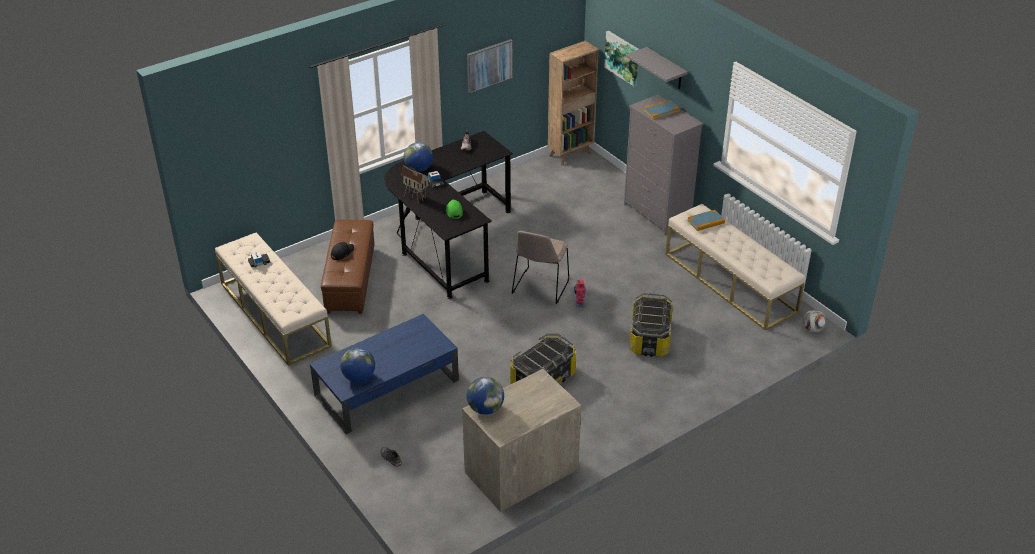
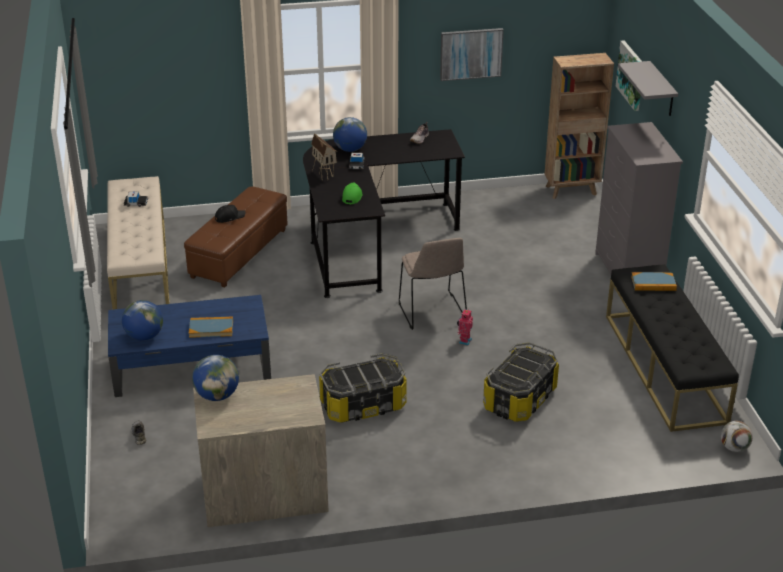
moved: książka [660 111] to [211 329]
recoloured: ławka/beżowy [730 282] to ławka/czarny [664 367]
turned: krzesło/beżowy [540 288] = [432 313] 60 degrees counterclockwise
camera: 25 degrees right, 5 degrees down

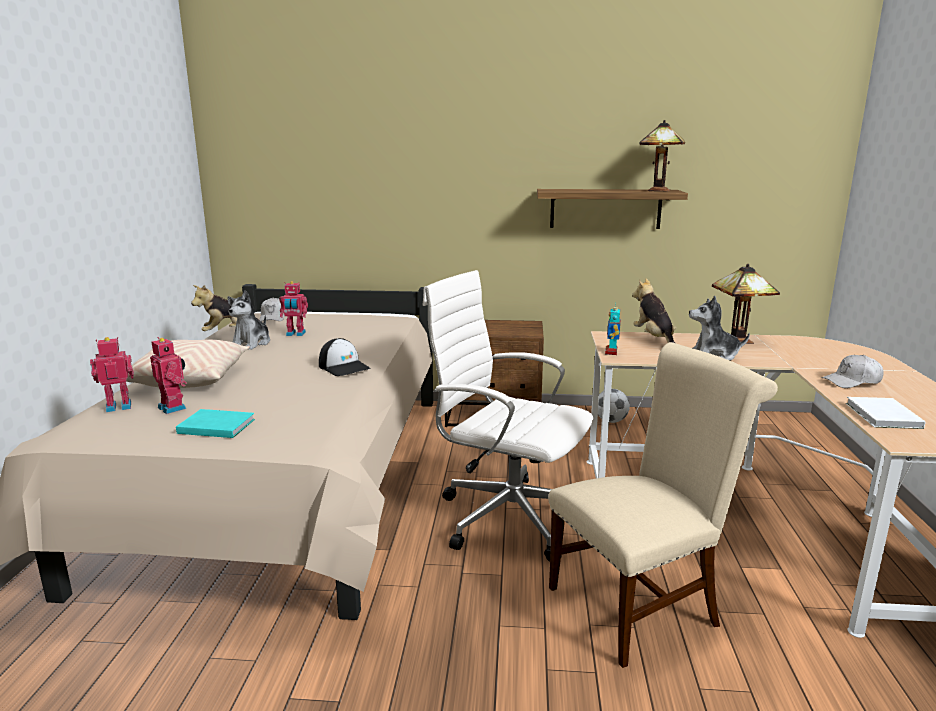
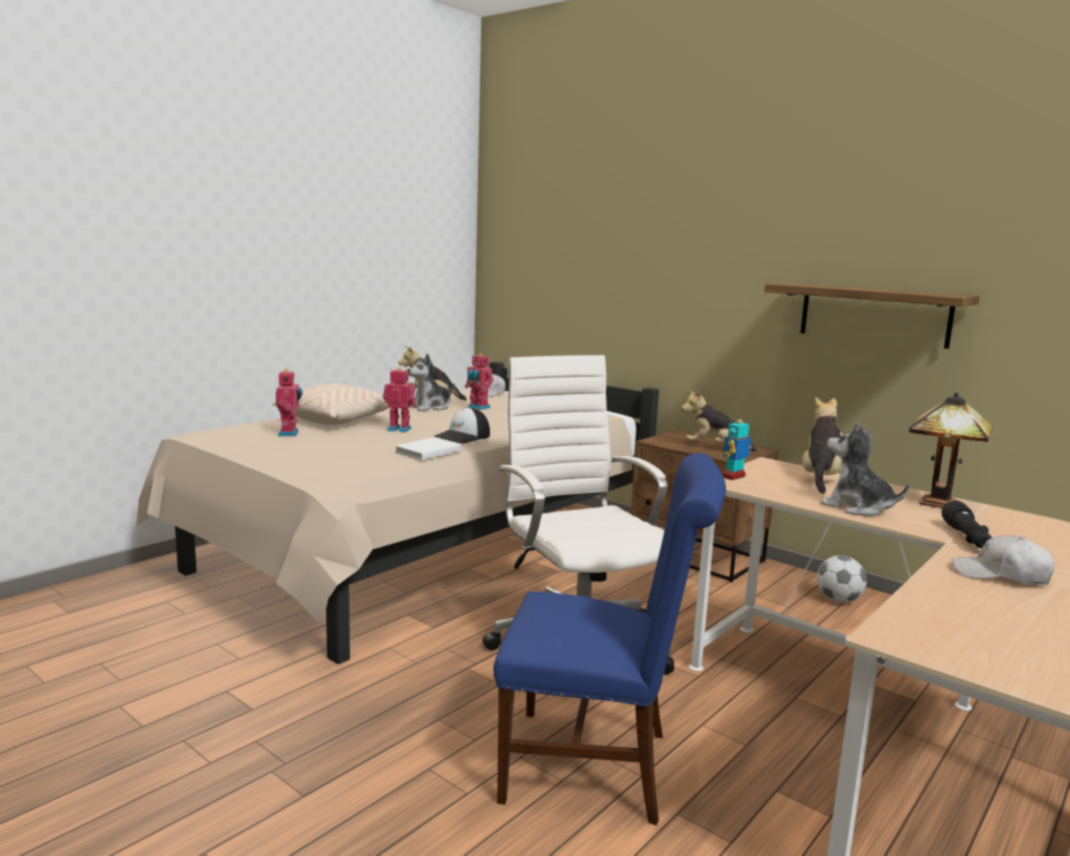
removed: książka/turkusowy [215 426]; lampa stołowa [659 191]
added: pluszak [715 448]; latarka/czarny [966 538]
moved: robot zabawkowy [119 406] to [400 429]; książka/biały [882 416] to [426 451]
recoloured: krzesło/beżowy [640 603] to krzesło/niebieski [599 766]
turned: czapka z daszkiem [344 367] = [463 437] 45 degrees clockwise
camera: 35 degrees right, 5 degrees down

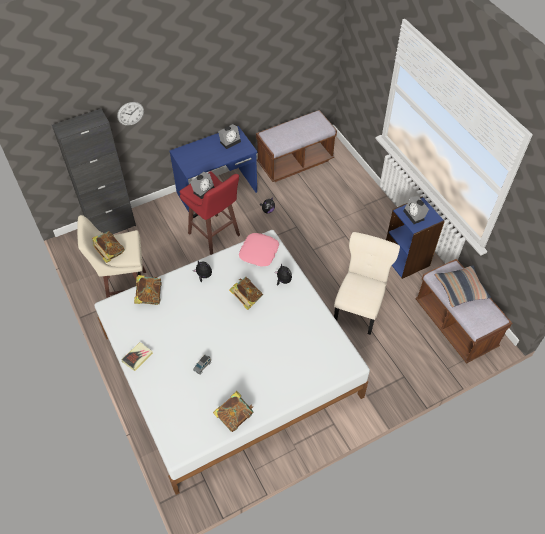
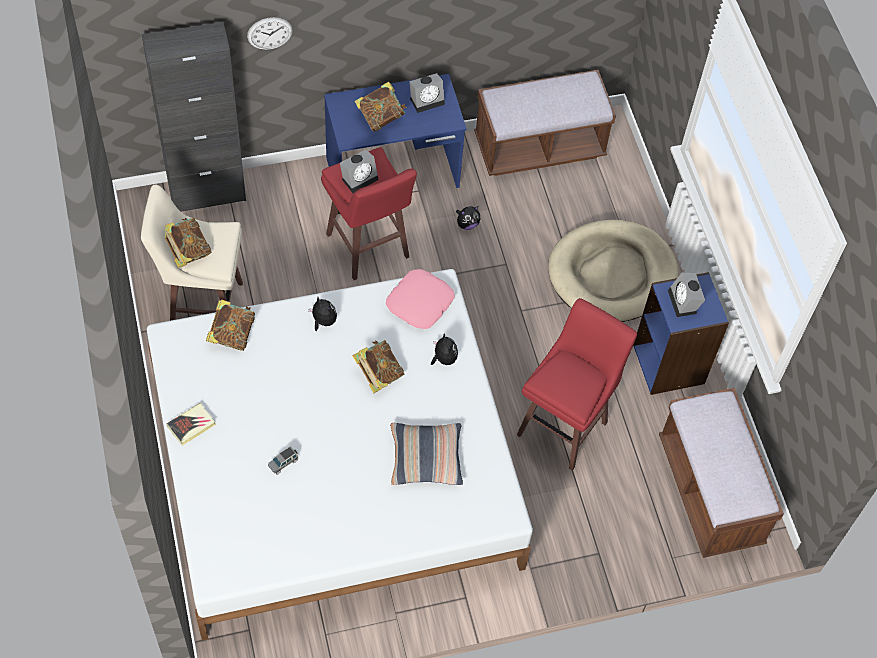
added: legowisko/beżowy [612 274]
moved: książka [234 416] to [380 117]; poduszka [460 289] to [426 458]
replaced: krzesło/beżowy [359 308] to stołek/czerwony [564 427]
camera: 10 degrees right, 5 degrees up

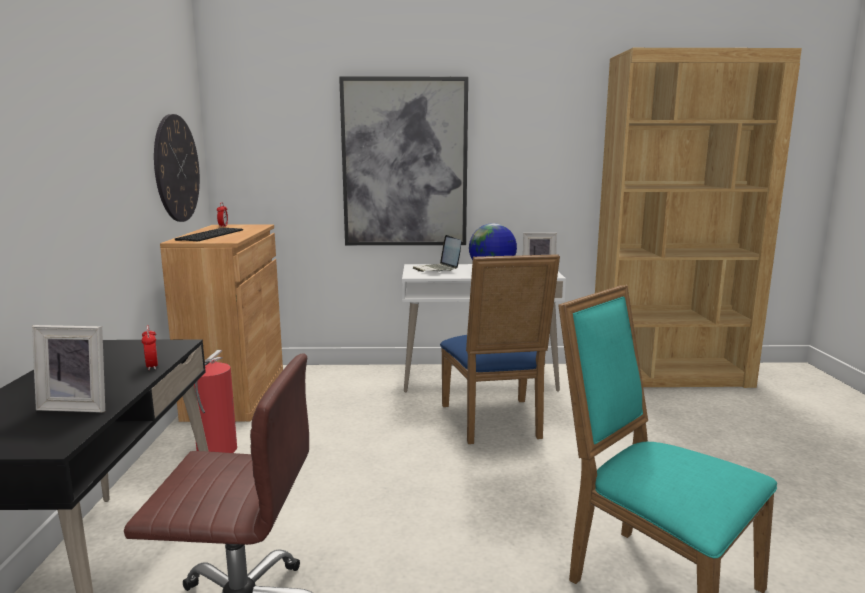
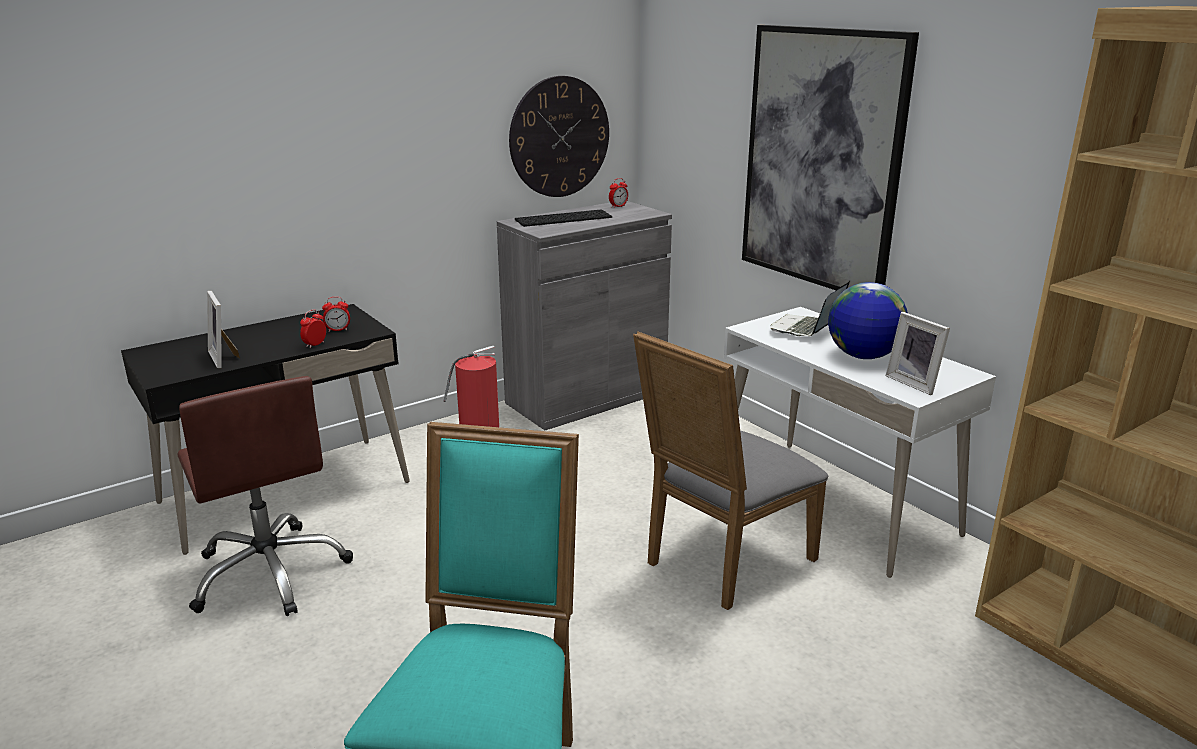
added: budzik [338 330]
recoloured: szafka/brązowy [236 393] to szafka/szary [586 397]; krzesło/niebieski [495 423] to krzesło/szary [721 562]
camera: 55 degrees right, 10 degrees up

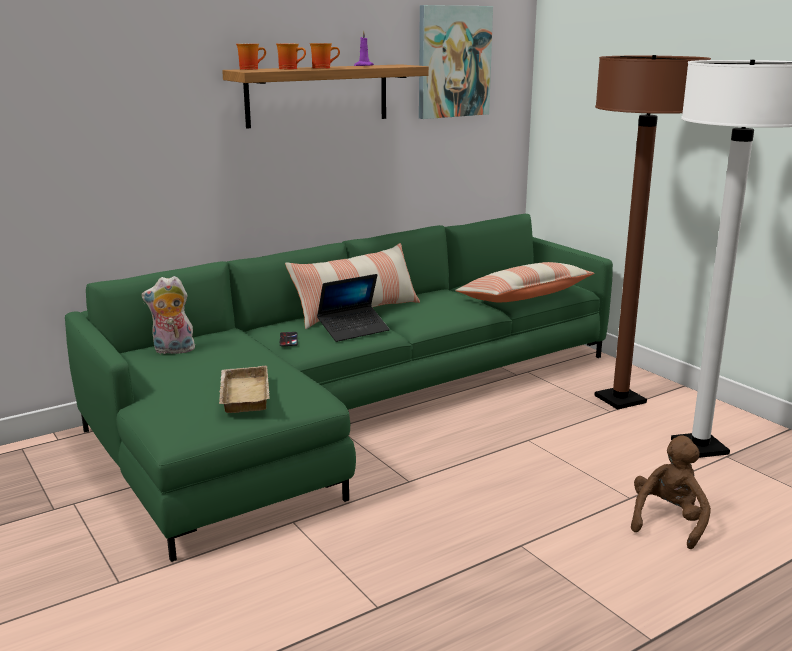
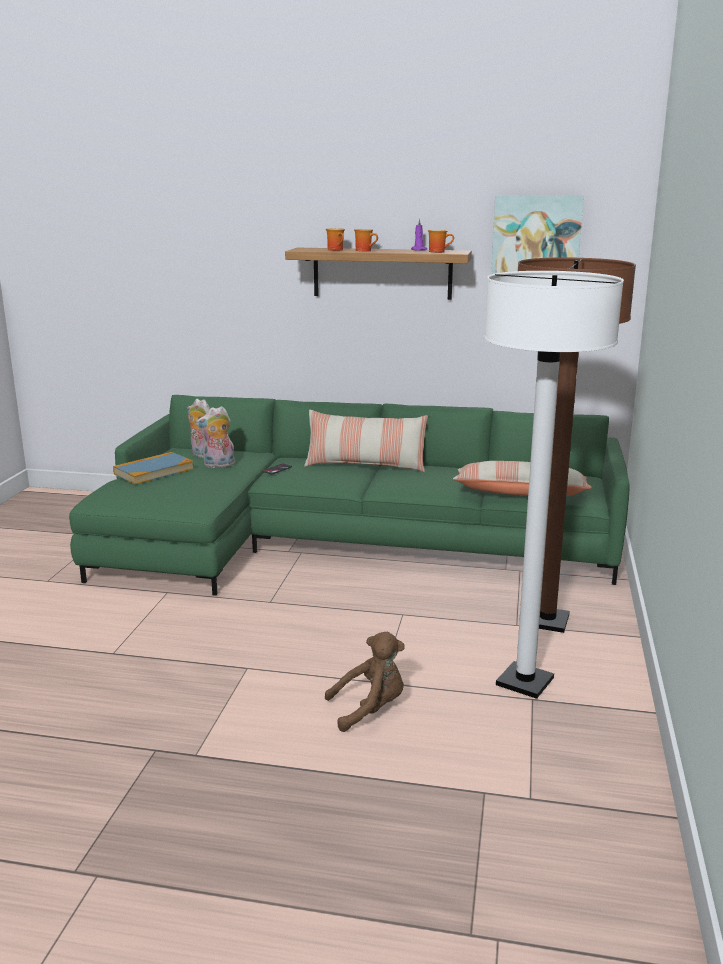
removed: taca/beżowy [242 394]; laptop [353 330]
added: książka [154 471]; pluszak [218 465]
moved: kubek [250 69] to [439 252]
camera: 45 degrees right, 0 degrees up

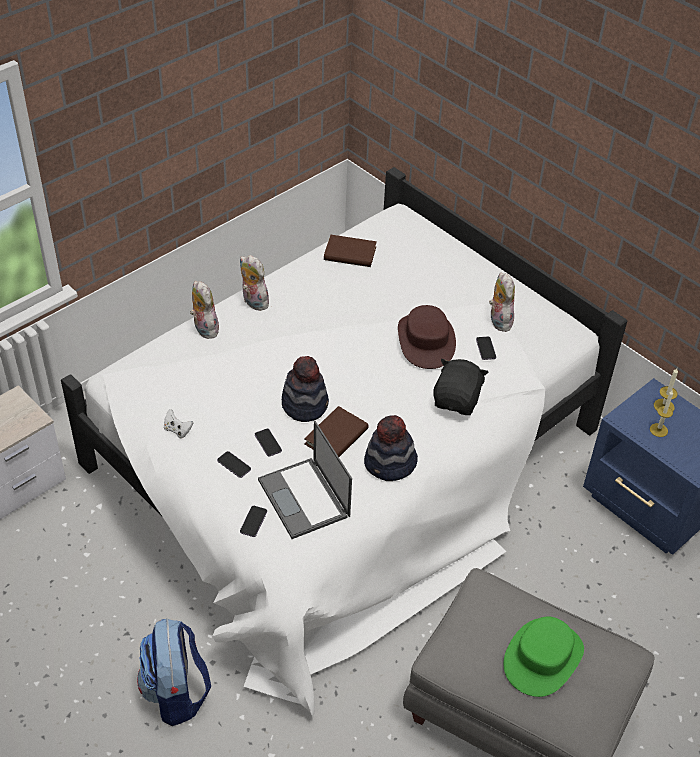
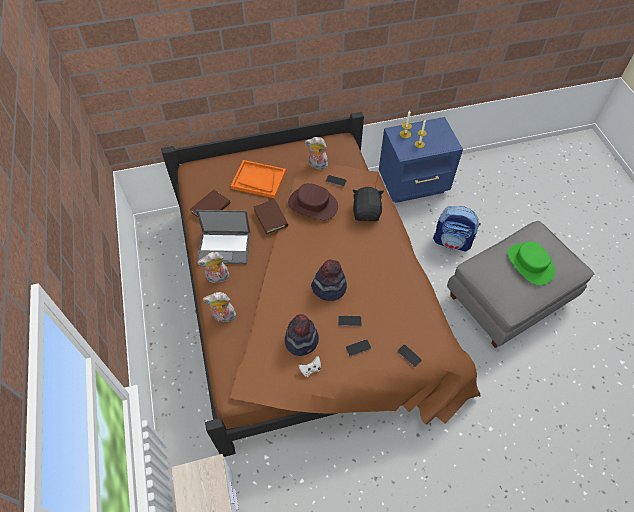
added: taca/pomarańczowy [258 180]
moved: plecak [176 693] to [452 241]; laptop [304 499] to [225 247]; książka/brązowy [336 437] to [271 218]; kapelusz [390 464] to [302 340]
recoloured: łóżko/biały [344 462] to łóżko/brązowy [310 300]
turned: pluszak/czarny [457 400] = [366 212] 45 degrees clockwise
camera: 60 degrees left, 10 degrees up

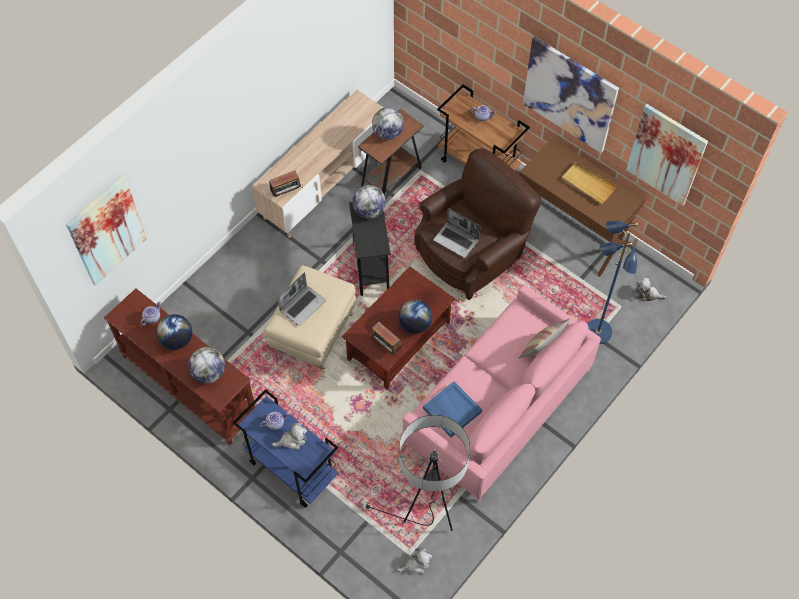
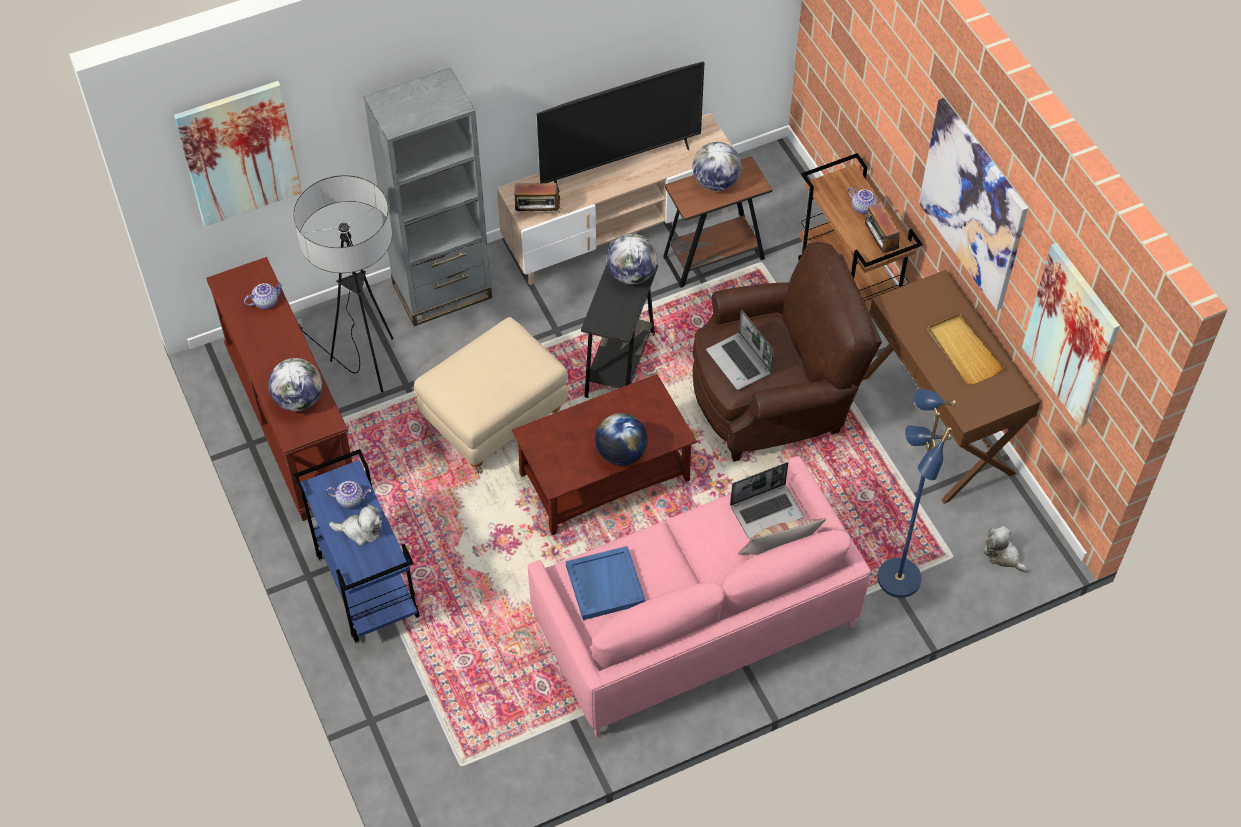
removed: globus [177 340]; pluszak [416 564]
added: regał/szary [442 291]; telewizor [620 163]
moved: laptop [302 305] to [767 511]; lampa stojąca [426 514] to [365 365]; radio [386 346] to [879 244]
camera: 25 degrees right, 5 degrees down

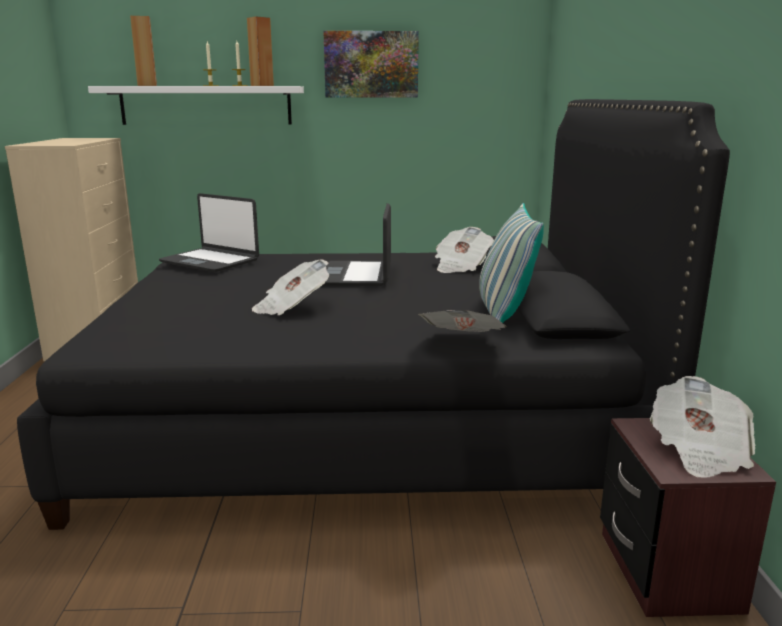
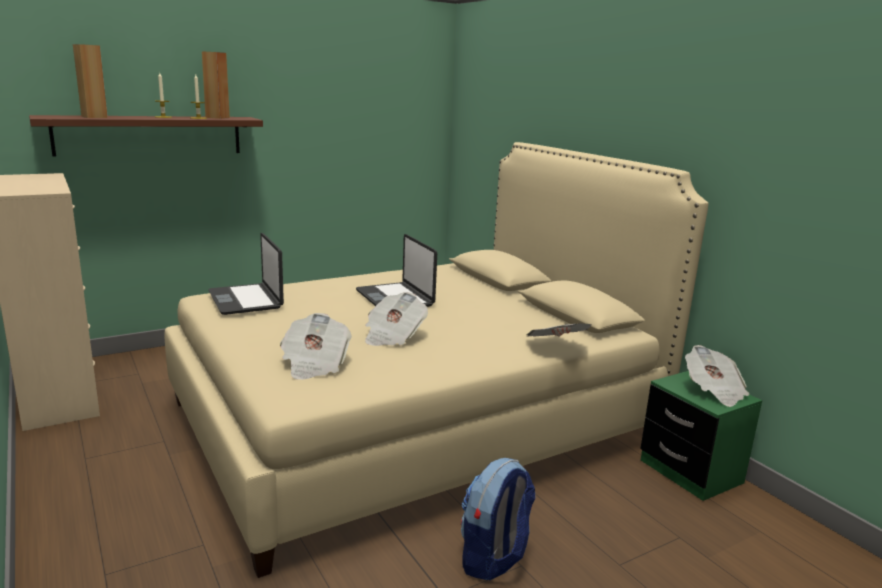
removed: obraz [371 64]; poduszka [504 312]
added: plecak [494 558]
moved: gazeta [461 267] to [314 364]
recoloured: łóżko/czarny [364 421] to łóżko/beżowy [415 420]; półka/biały [206 105] to półka/brązowy [150 135]; szafka nocna/brązowy [667 571] to szafka nocna/zielony [690 472]
turned: laptop [210 261] = [246 300] 60 degrees clockwise
camera: 30 degrees left, 0 degrees up

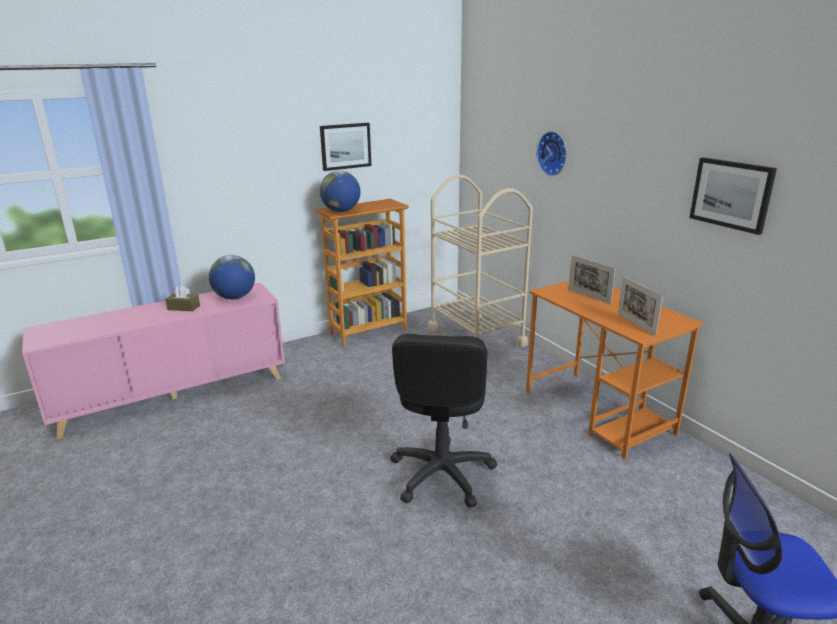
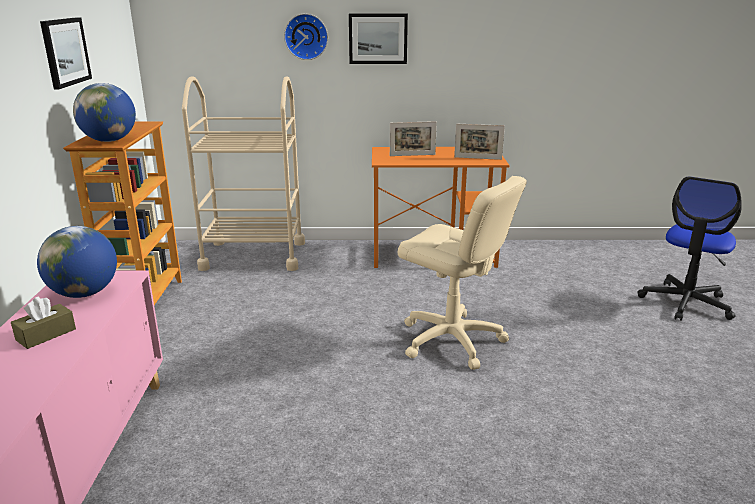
moved: obraz [731 194] to [378 38]
recoloured: krzesło biurowe/czarny [441 474] to krzesło biurowe/beżowy [451 340]
camera: 60 degrees left, 0 degrees up

